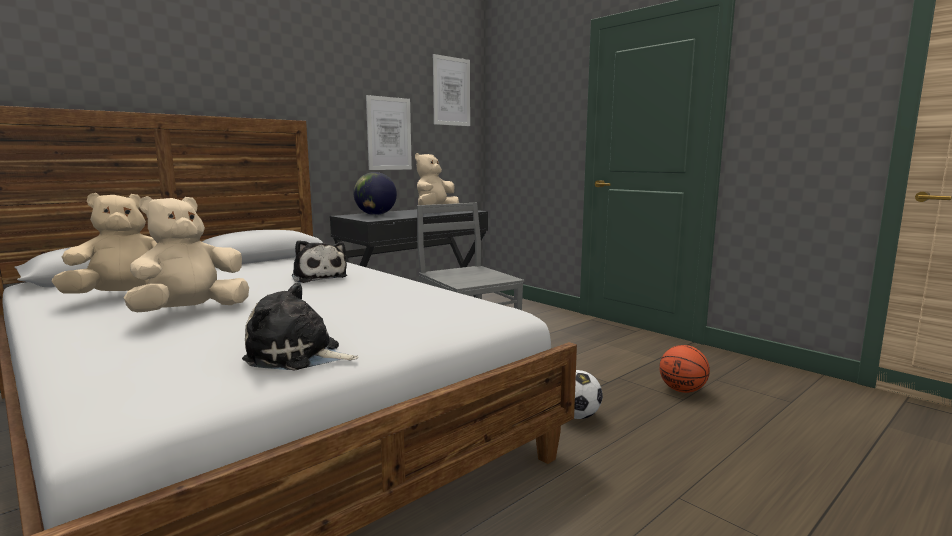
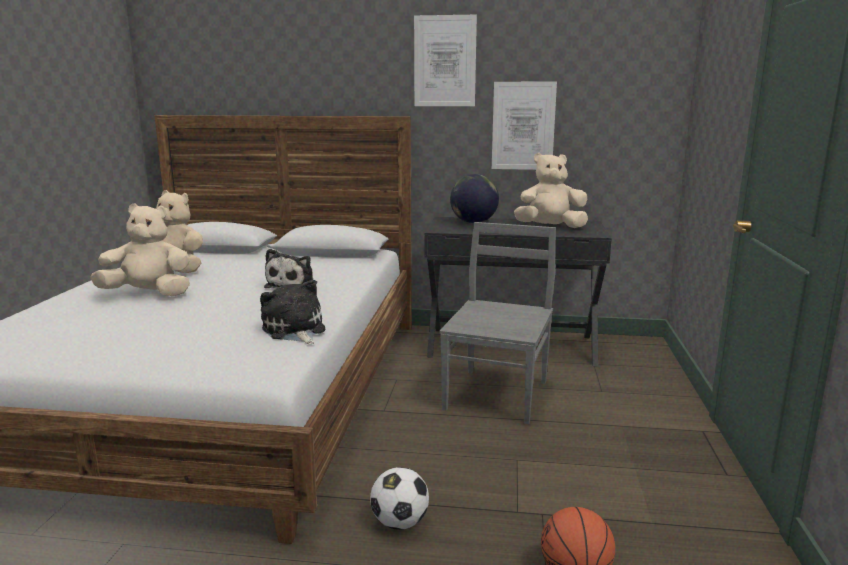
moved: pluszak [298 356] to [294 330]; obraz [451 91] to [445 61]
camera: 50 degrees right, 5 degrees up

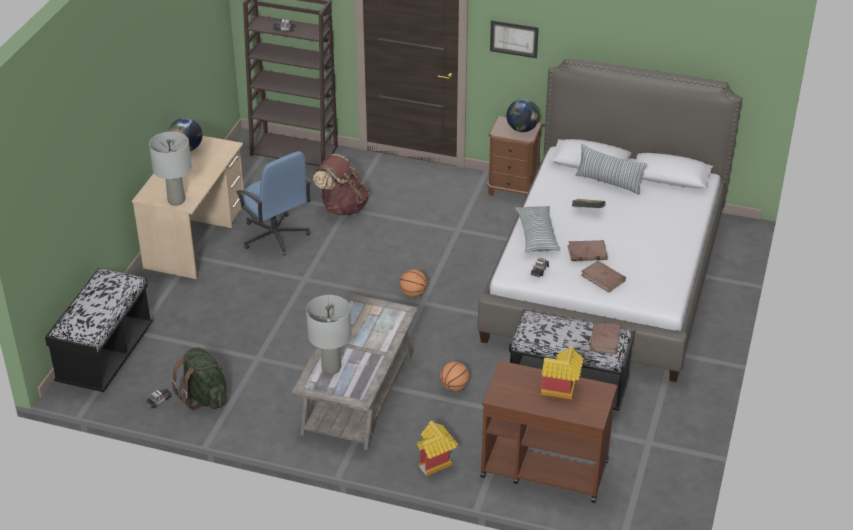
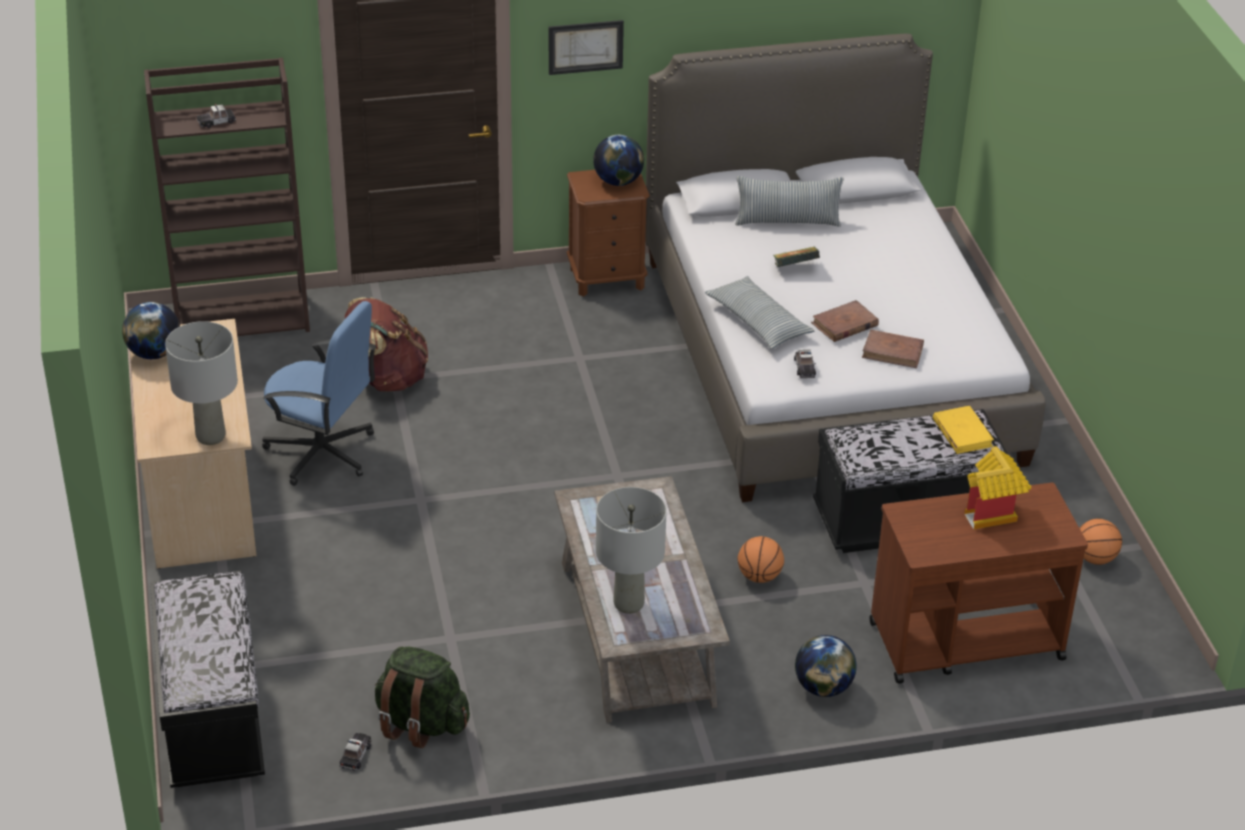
moved: piłka do koszykówki [413 294] to [1095 558]
replaced: domek [436 462] to globus [823 687]
recoloured: książka/brązowy [605 340] to książka/żółty [962 433]
camera: 30 degrees left, 0 degrees up

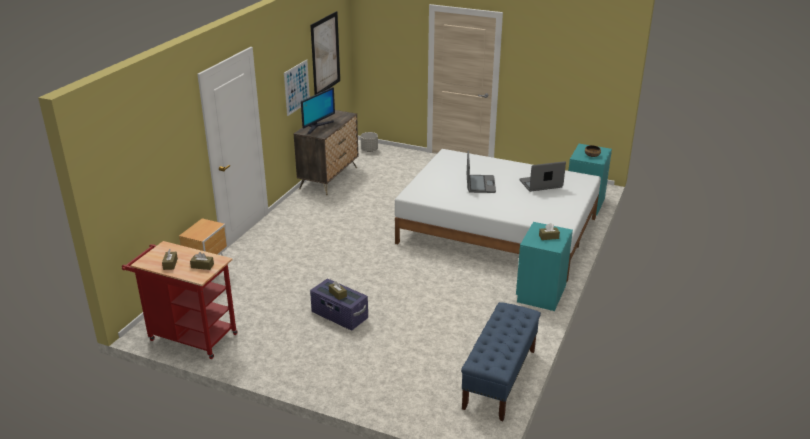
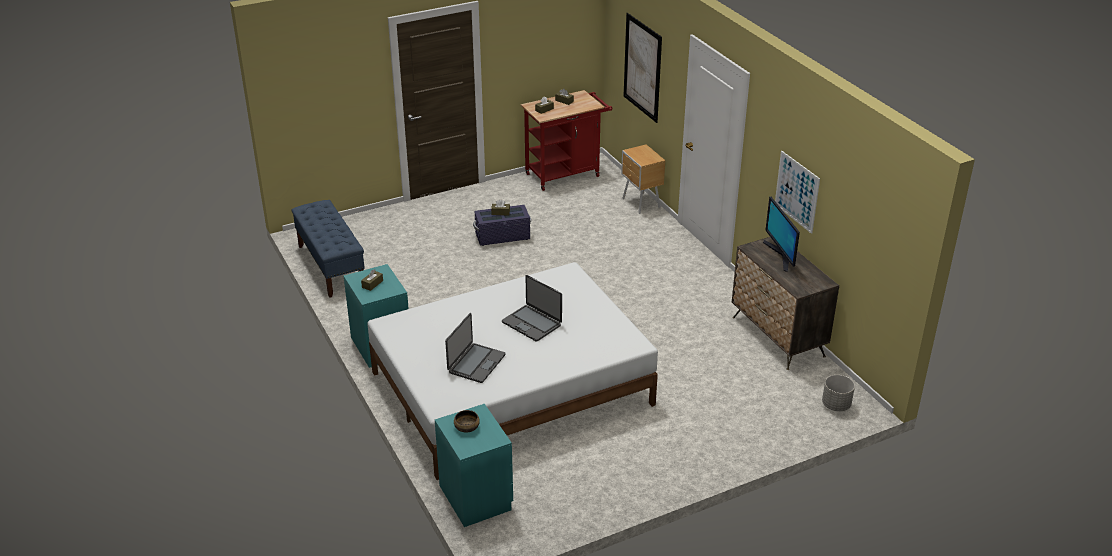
moved: obraz [325 54] to [642 67]
camera: 130 degrees right, 5 degrees up

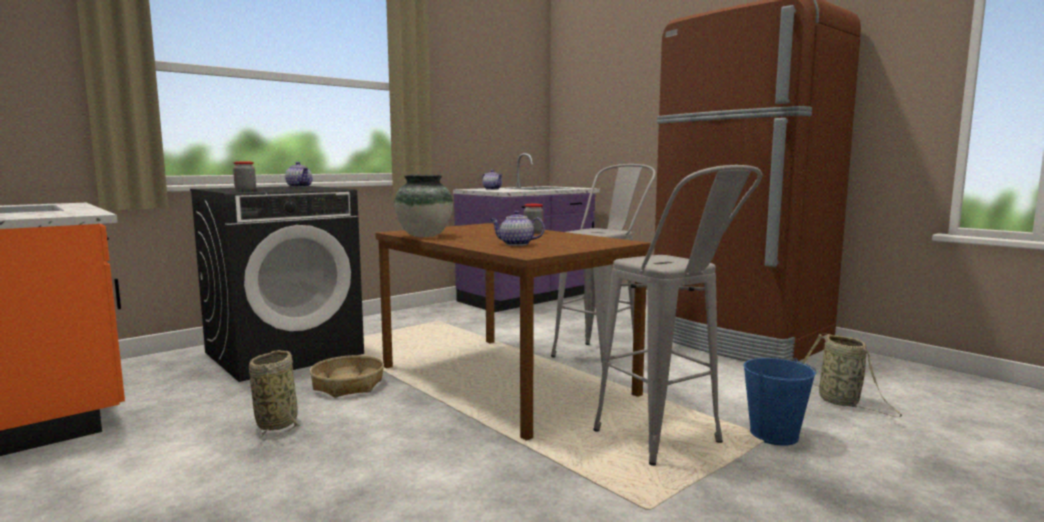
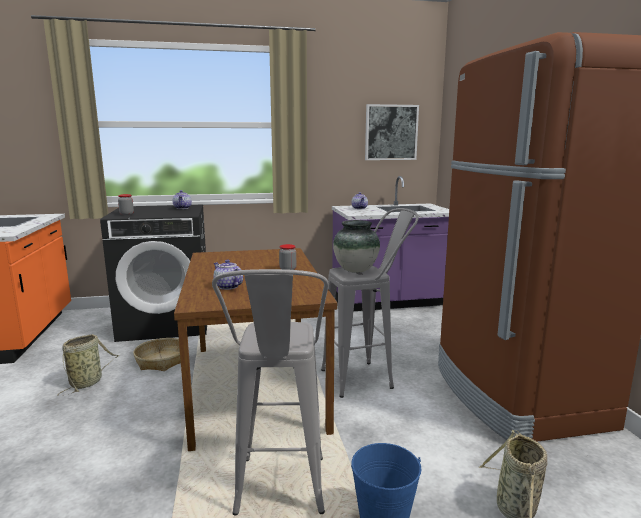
added: obraz [391 132]
moved: wazon [424 236] to [355 270]
camera: 30 degrees right, 5 degrees up

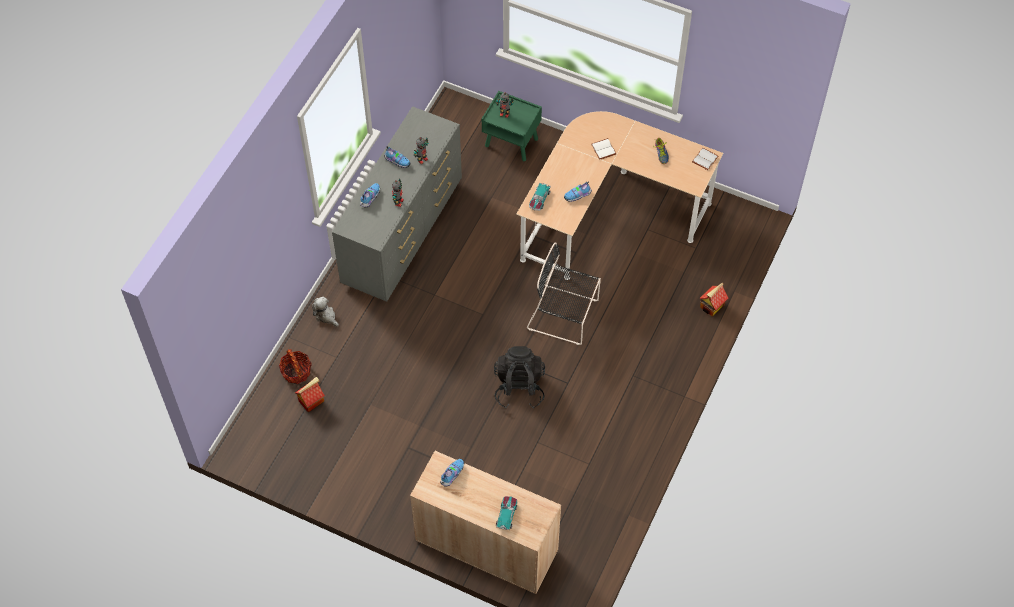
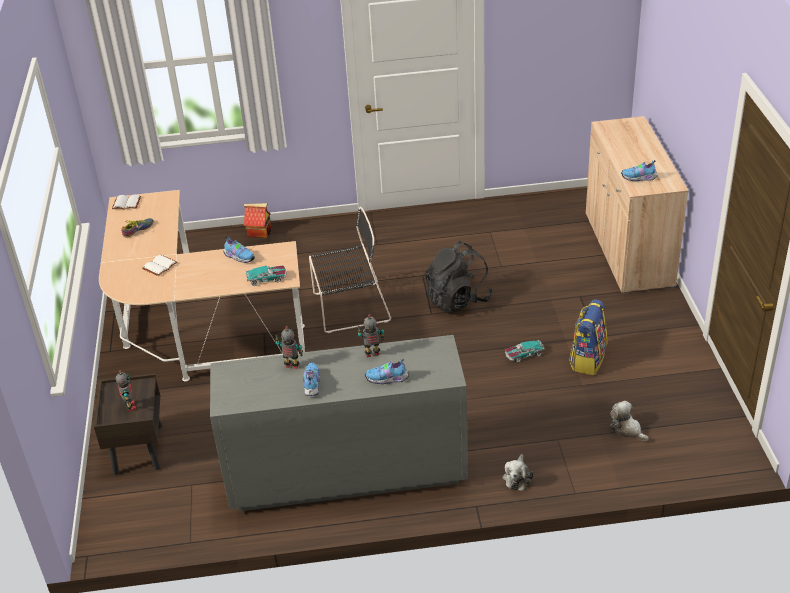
removed: koszyk [296 372]
added: plecak [587 359]
moved: samochodzik [506 515] to [523 354]
replaced: domek [311 400] to pluszak [627 429]
recoloured: szafka nocna/zielony [512 142] to szafka nocna/brązowy [138 449]
turned: krzesło/czarny [565 315] = [348 308] 90 degrees counterclockwise
camera: 120 degrees left, 20 degrees down

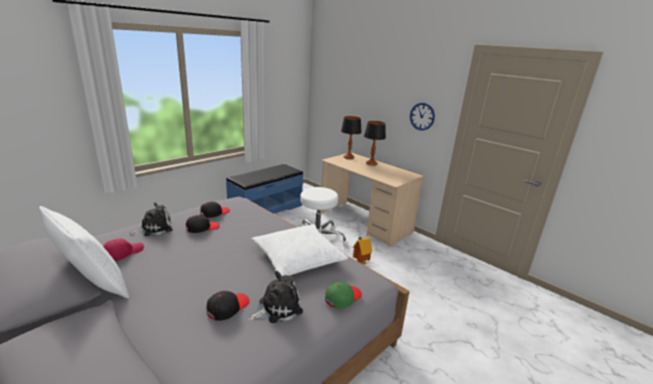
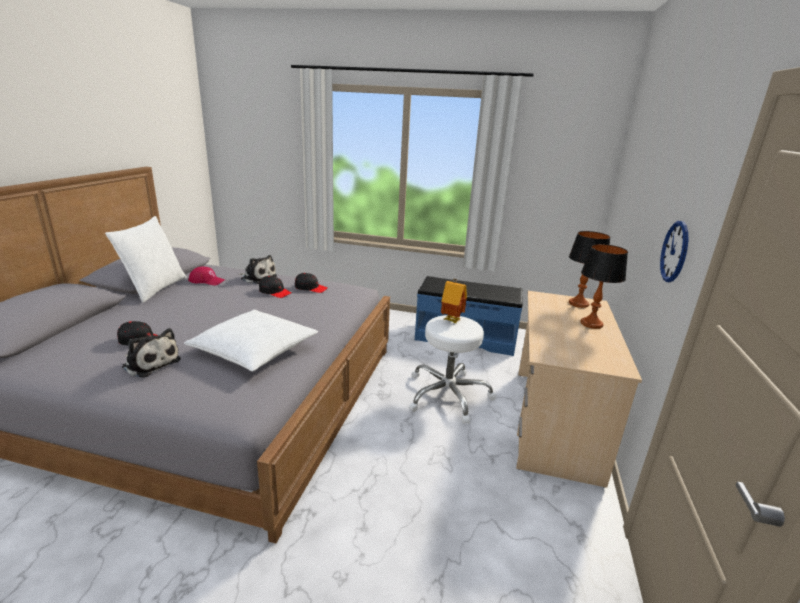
removed: czapka z daszkiem/zielony [342 298]
moved: domek [360 263] to [452 320]
camera: 60 degrees right, 0 degrees up

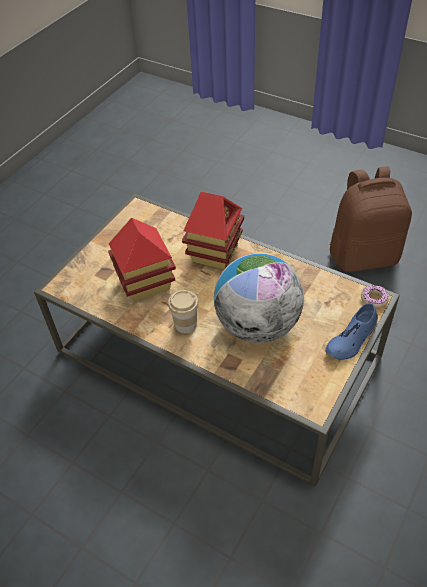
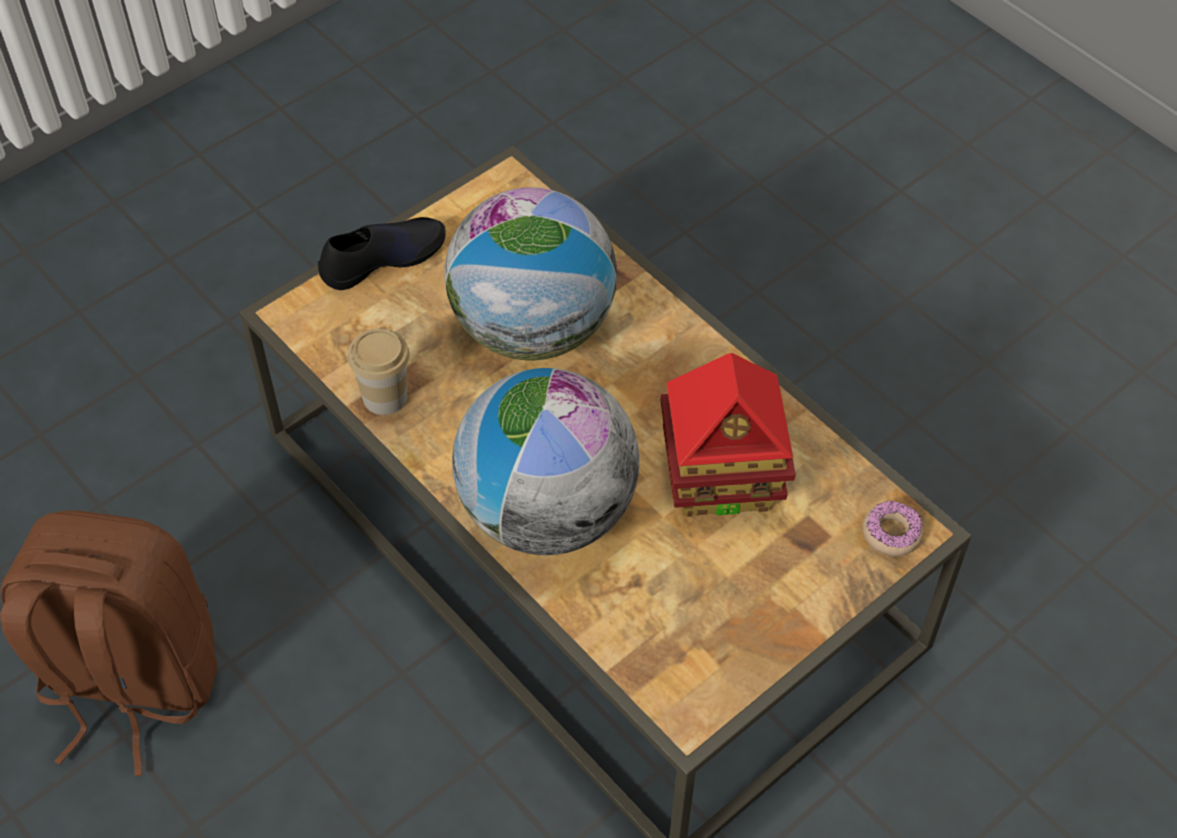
moved: filiżanka [185 324] to [385 396]; donut [374 299] to [891 533]
replaced: domek [215 252] to globus [547 511]
recoloured: but/niebieski [351 339] to but/czarny [383 258]
camera: 165 degrees left, 5 degrees up

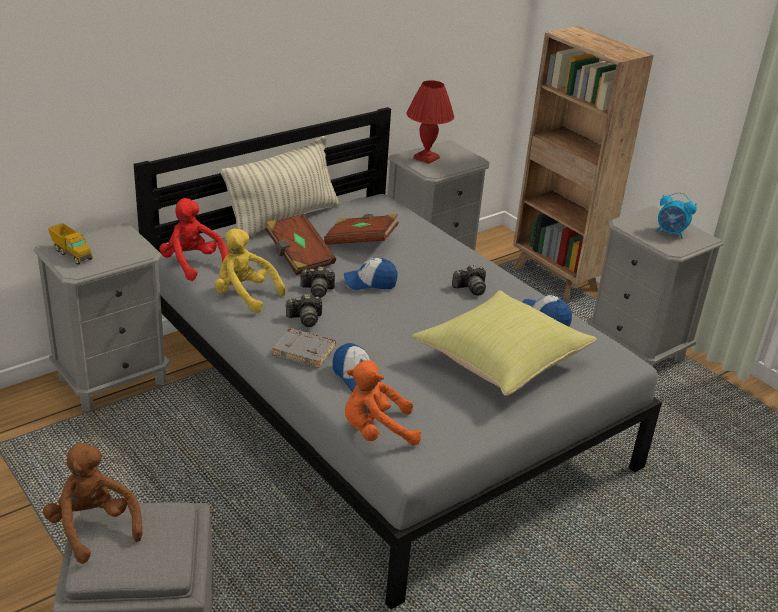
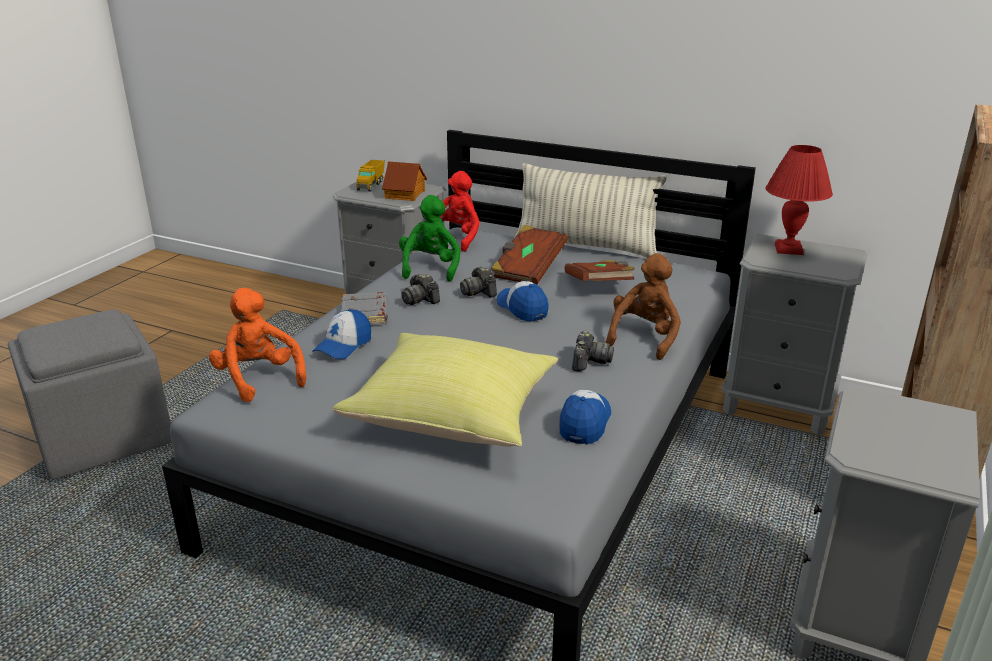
removed: budzik [670 233]
added: domek [405 194]
moved: pluszak/brązowy [93 527] to [644 337]
recoloured: pluszak/żółty [244 295] to pluszak/zielony [430 268]
turned: aparat fotograficzny [470 288] = [589 362] 120 degrees counterclockwise
camera: 65 degrees right, 5 degrees down

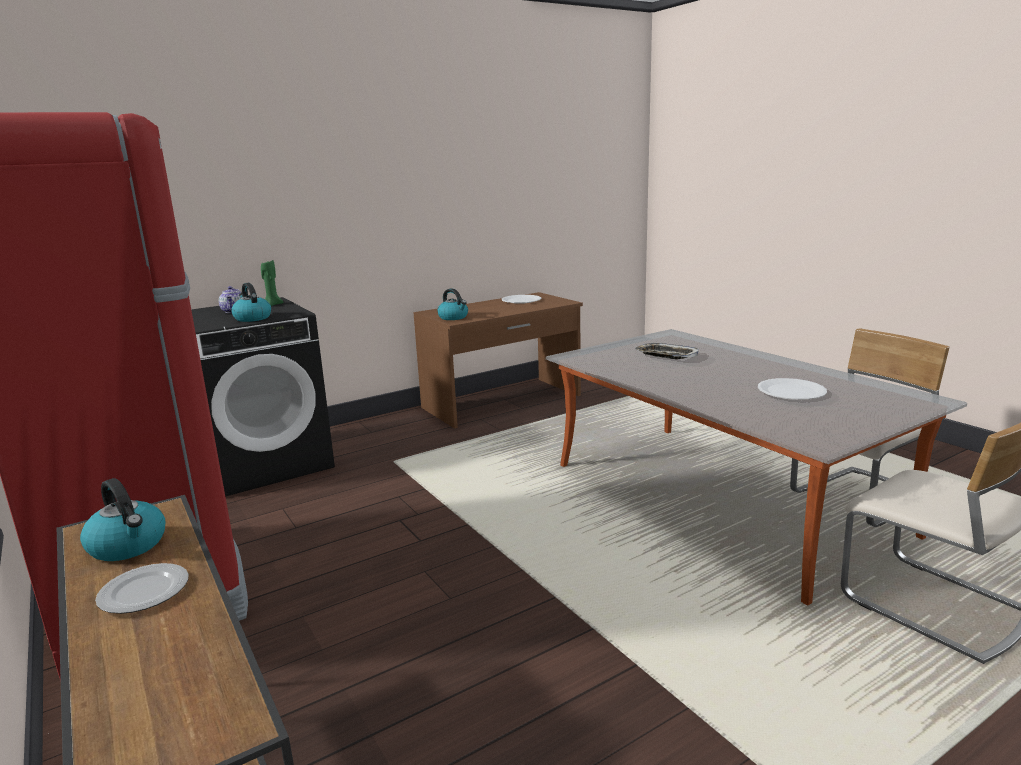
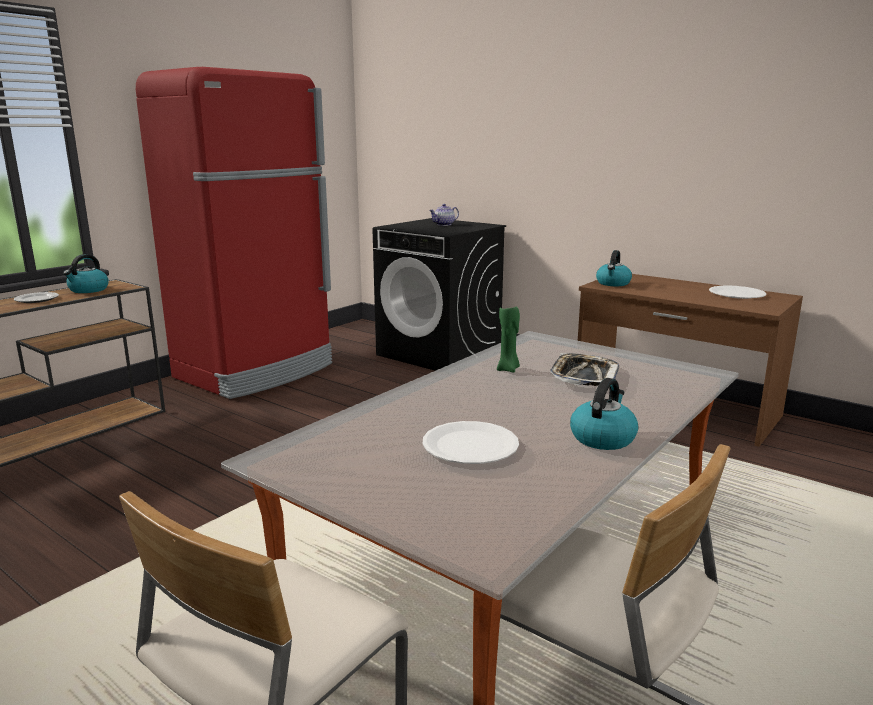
moved: czajnik [252 318] to [602 438]; świeca/zielony [273 304] to [508 369]
camera: 70 degrees right, 0 degrees up

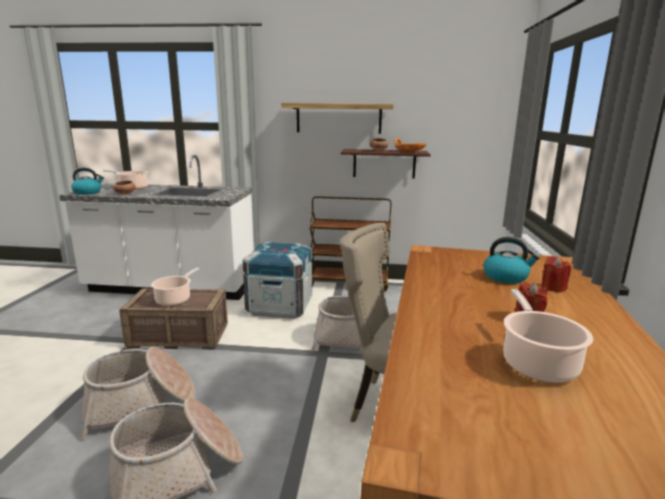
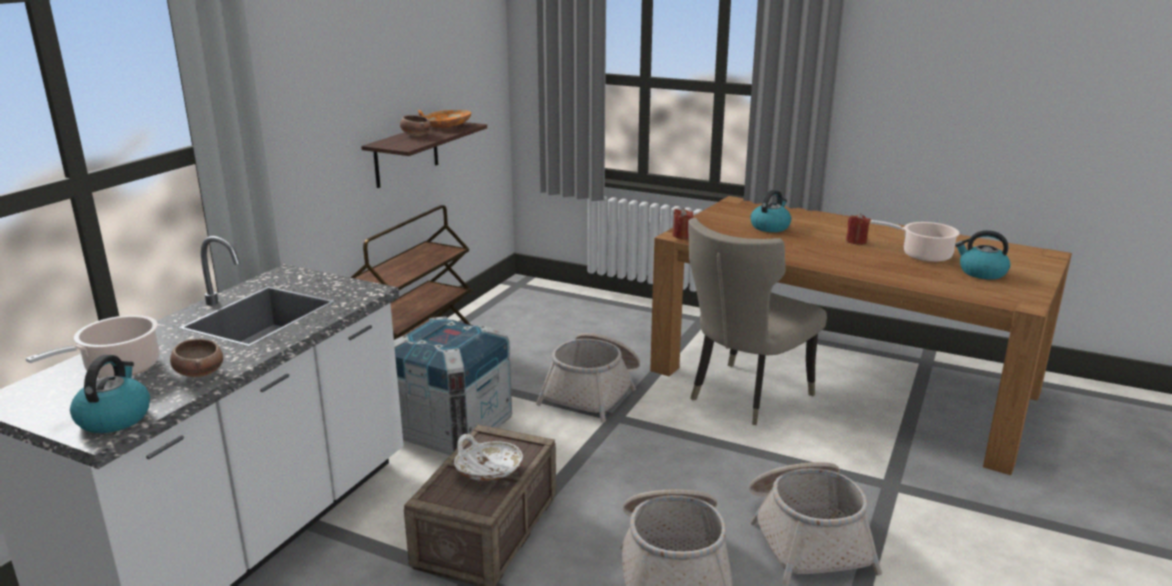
removed: półka [338 118]
added: czajnik [981 272]
moved: świeca/czerwony [553 287] to [682 235]
replaced: garnek [175 299] to miska/biały [487 470]
camera: 70 degrees left, 5 degrees up

